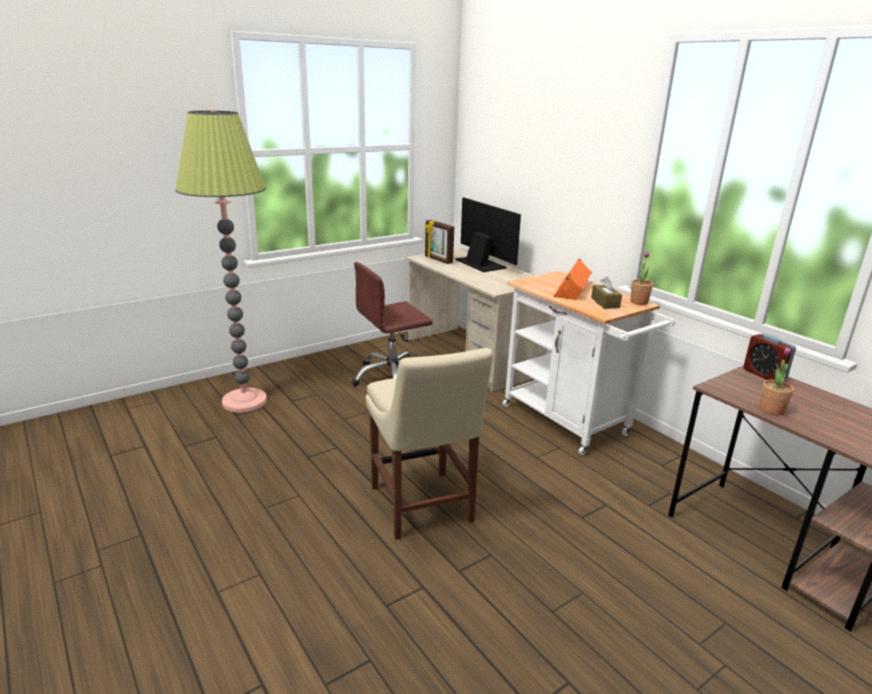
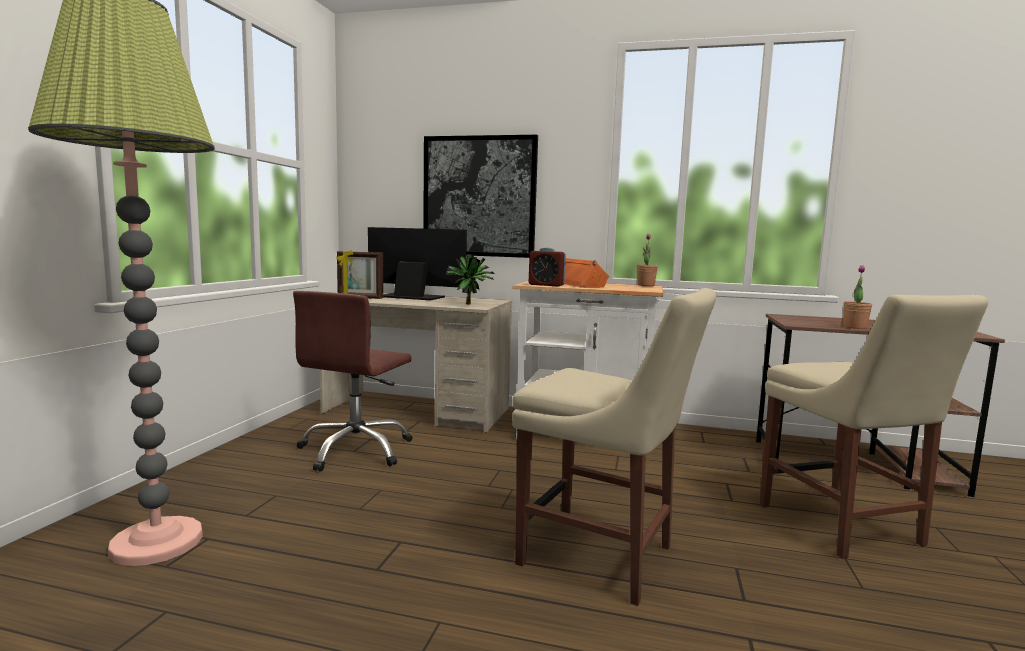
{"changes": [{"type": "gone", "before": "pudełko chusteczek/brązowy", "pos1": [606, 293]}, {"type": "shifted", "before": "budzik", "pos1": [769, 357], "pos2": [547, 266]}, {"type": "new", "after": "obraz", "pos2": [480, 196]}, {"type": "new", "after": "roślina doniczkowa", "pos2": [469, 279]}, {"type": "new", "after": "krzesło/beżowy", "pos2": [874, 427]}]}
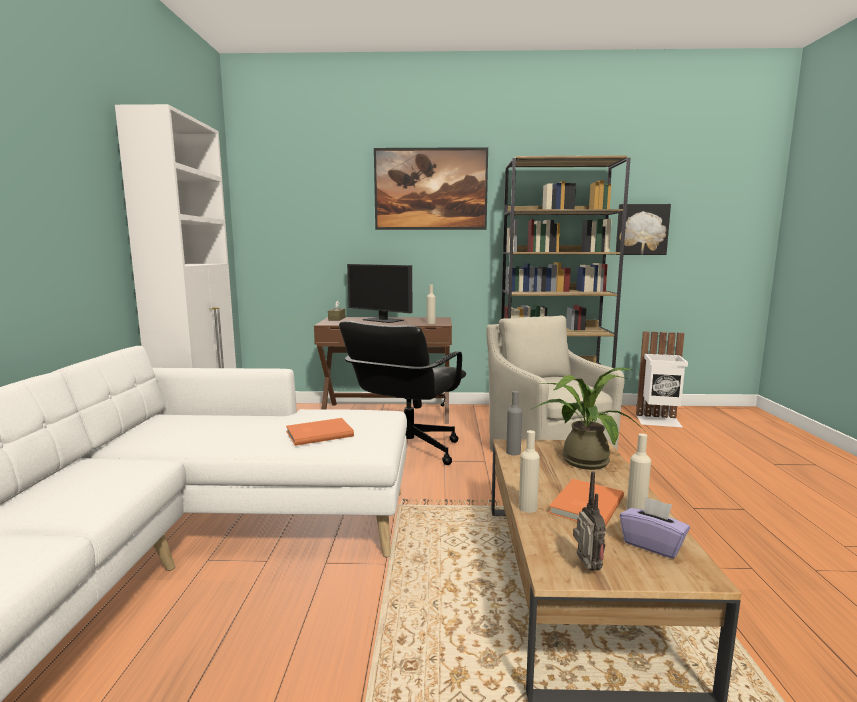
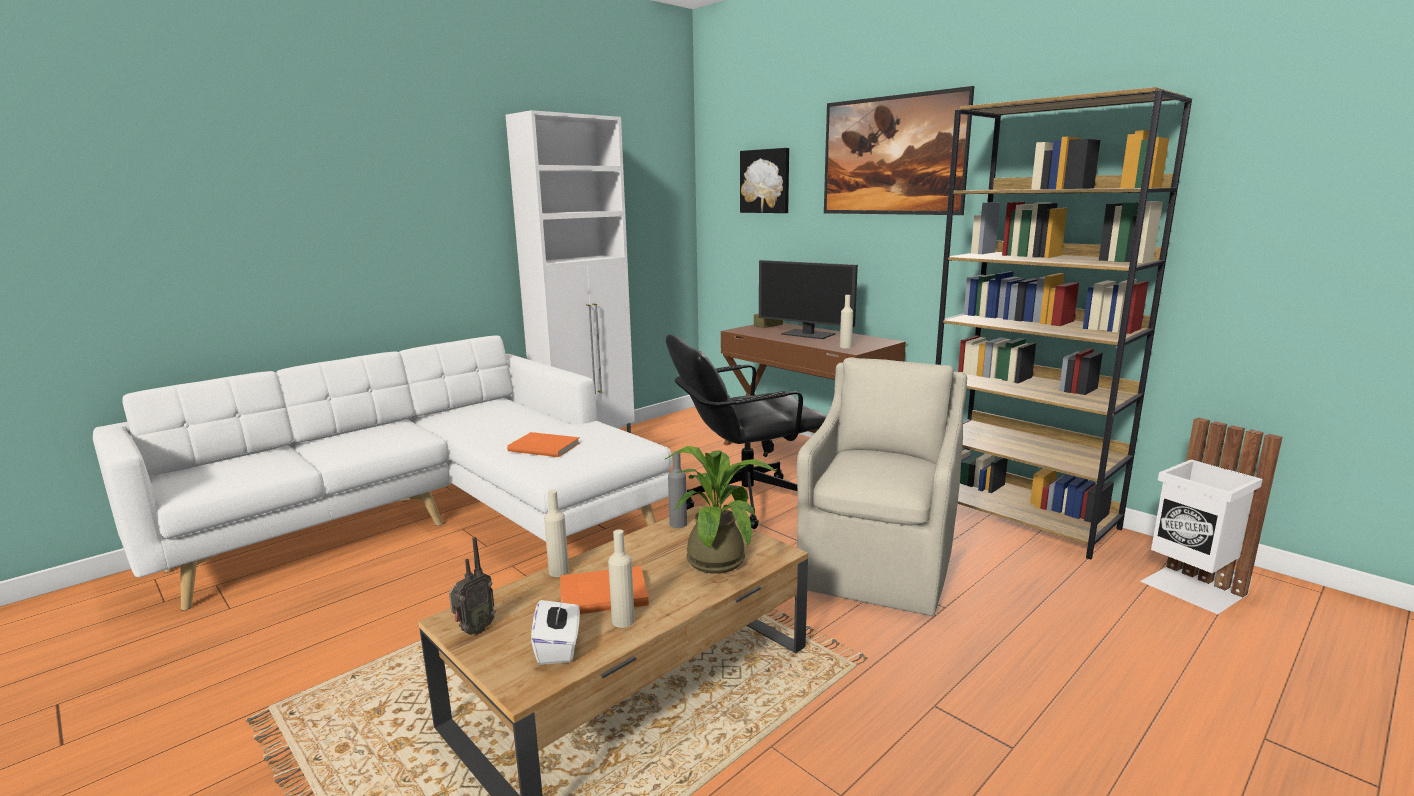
{"changes": [{"type": "rotated", "before": "monitor", "pos1": [380, 293], "pos2": [808, 299], "turn": -45}, {"type": "shifted", "before": "obraz", "pos1": [643, 229], "pos2": [764, 180]}, {"type": "repainted", "before": "pudełko chusteczek/fioletowy", "after": "pudełko chusteczek/biały", "pos1": [655, 528], "pos2": [555, 631]}]}
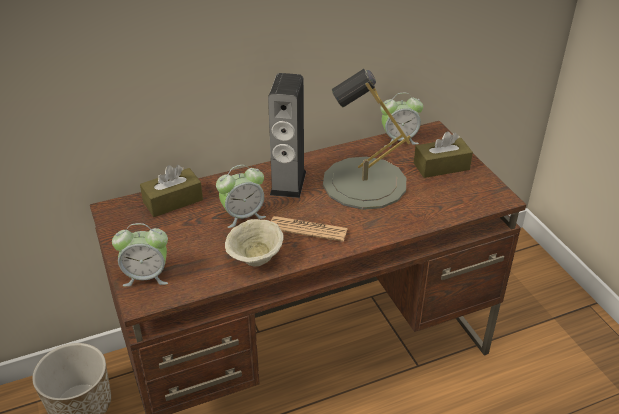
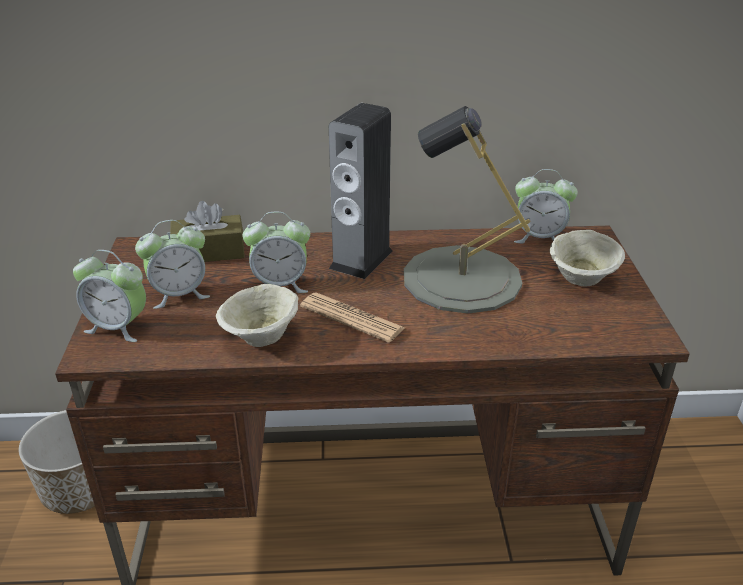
{"changes": [{"type": "swapped", "before": "pudełko chusteczek/brązowy", "after": "miska/beżowy", "pos1": [443, 154], "pos2": [587, 258]}, {"type": "new", "after": "budzik", "pos2": [172, 264]}]}
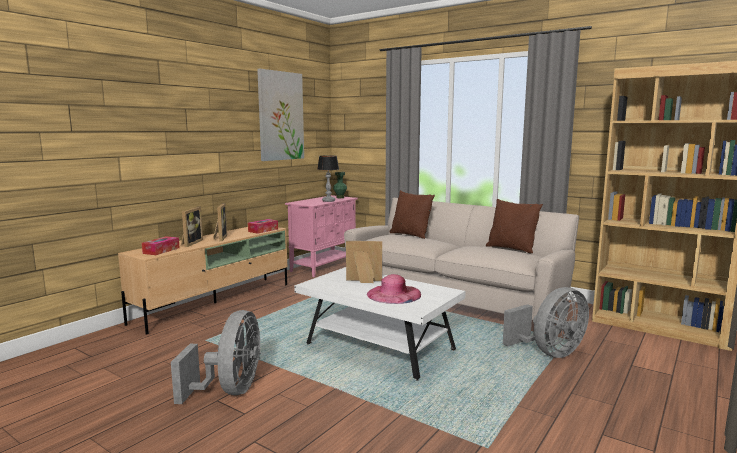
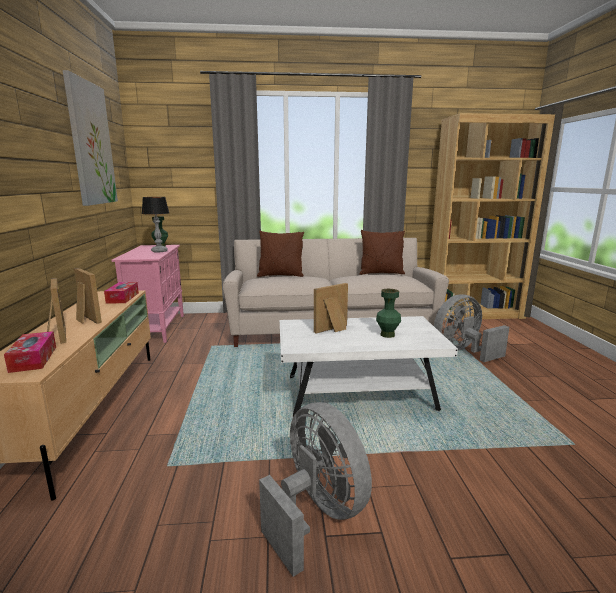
{"changes": [{"type": "swapped", "before": "kapelusz/różowy", "after": "wazon/zielony", "pos1": [394, 289], "pos2": [388, 313]}, {"type": "rotated", "before": "wentylator/szary", "pos1": [546, 322], "pos2": [471, 328], "turn": -135}]}
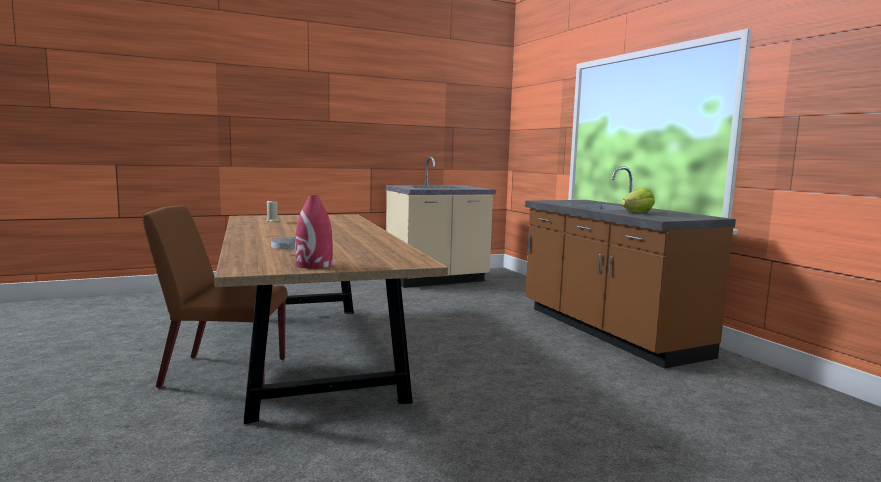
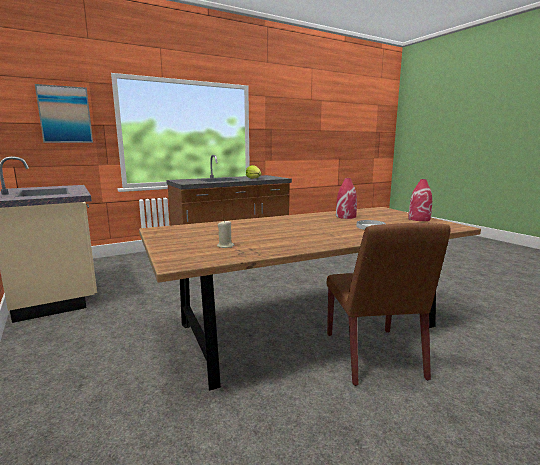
{"changes": [{"type": "new", "after": "obraz", "pos2": [64, 113]}, {"type": "new", "after": "wazon/czerwony", "pos2": [346, 198]}]}
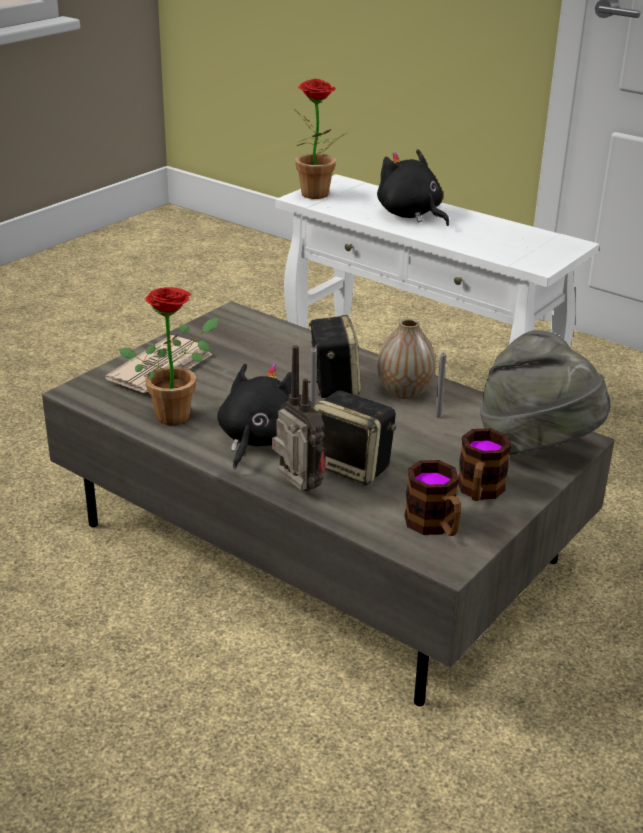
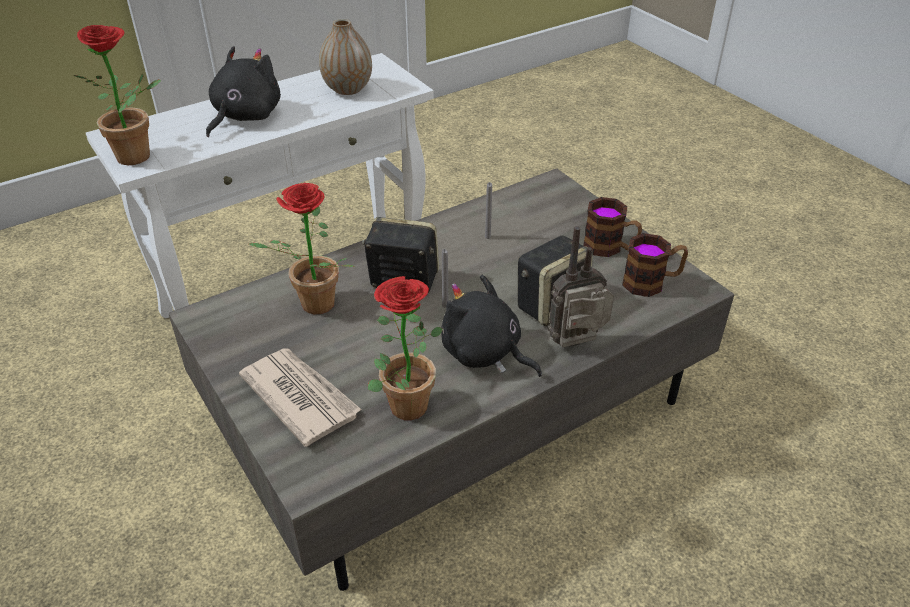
{"changes": [{"type": "rotated", "before": "pluszak/czarny", "pos1": [413, 187], "pos2": [243, 91], "turn": 135}, {"type": "shifted", "before": "wazon", "pos1": [406, 358], "pos2": [345, 57]}, {"type": "gone", "before": "kapelusz/szary", "pos1": [545, 392]}, {"type": "new", "after": "roślina doniczkowa", "pos2": [302, 248]}]}
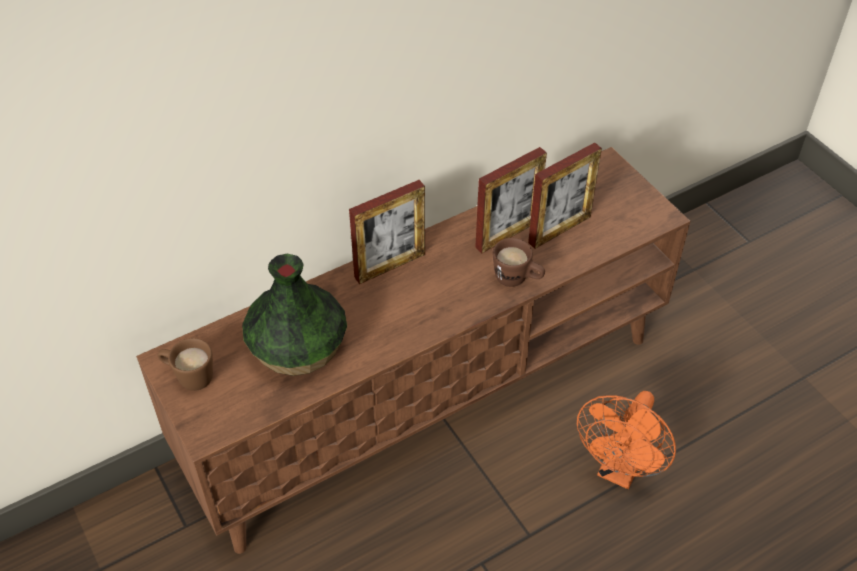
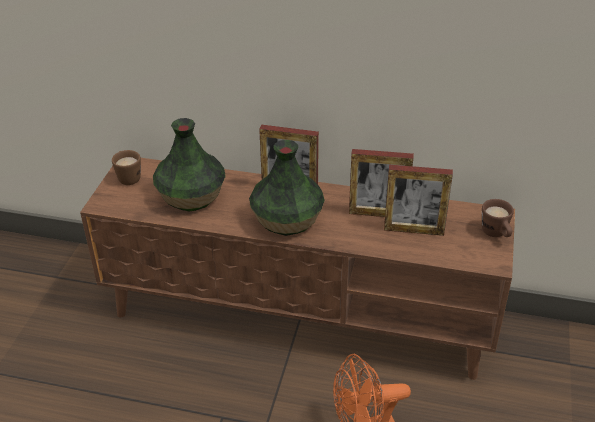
{"changes": [{"type": "shifted", "before": "kubek/brązowy", "pos1": [519, 262], "pos2": [498, 218]}, {"type": "new", "after": "wazon", "pos2": [287, 188]}]}
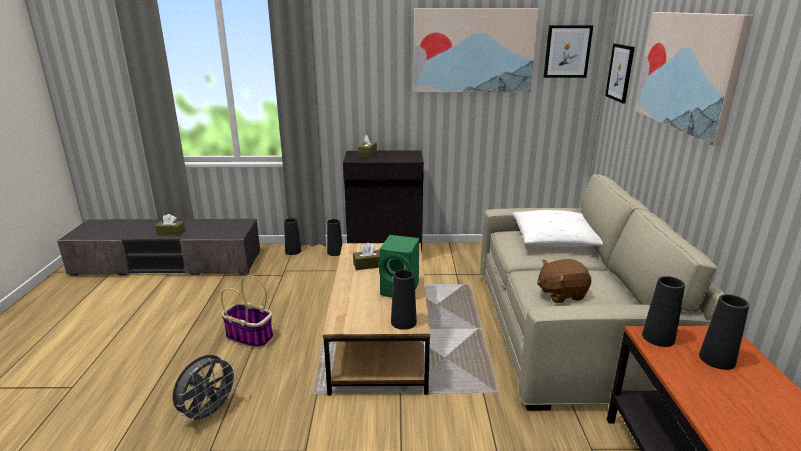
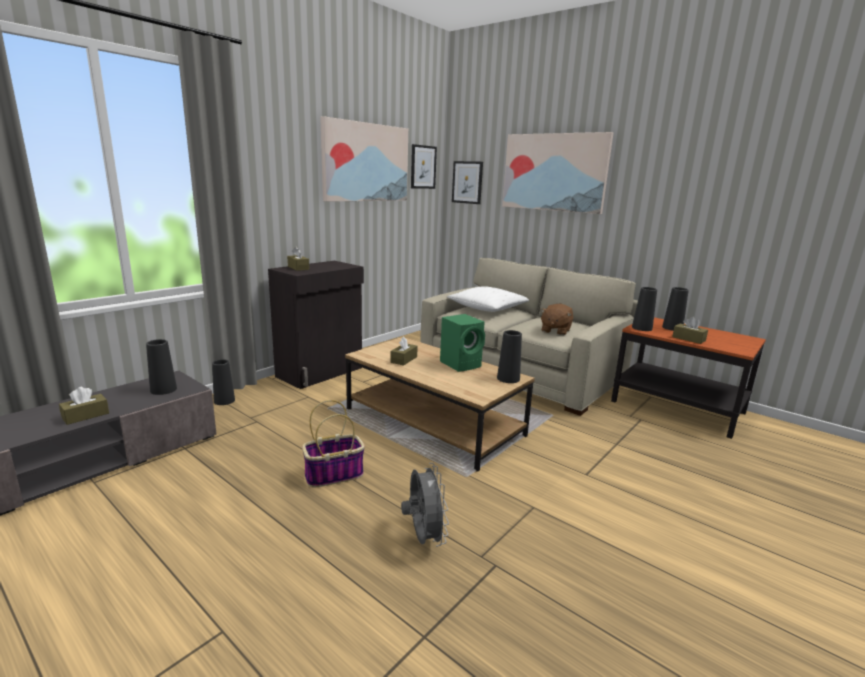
{"changes": [{"type": "shifted", "before": "wazon/czarny", "pos1": [334, 237], "pos2": [161, 367]}, {"type": "new", "after": "pudełko chusteczek/brązowy", "pos2": [690, 330]}]}
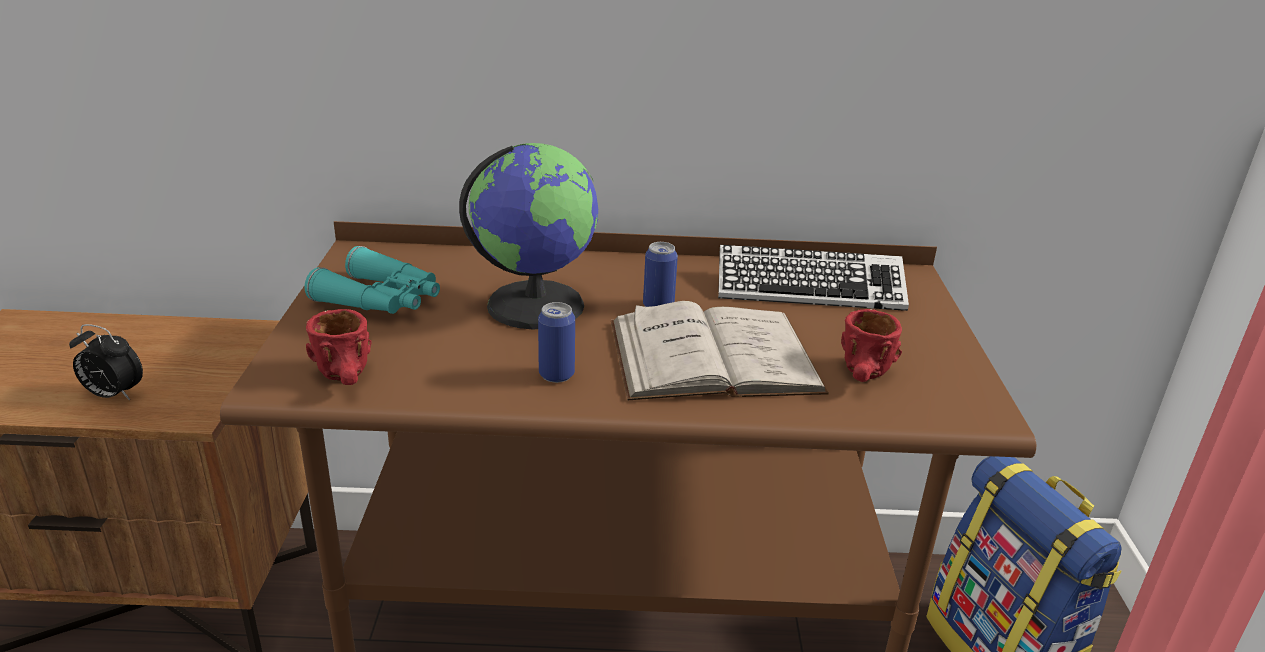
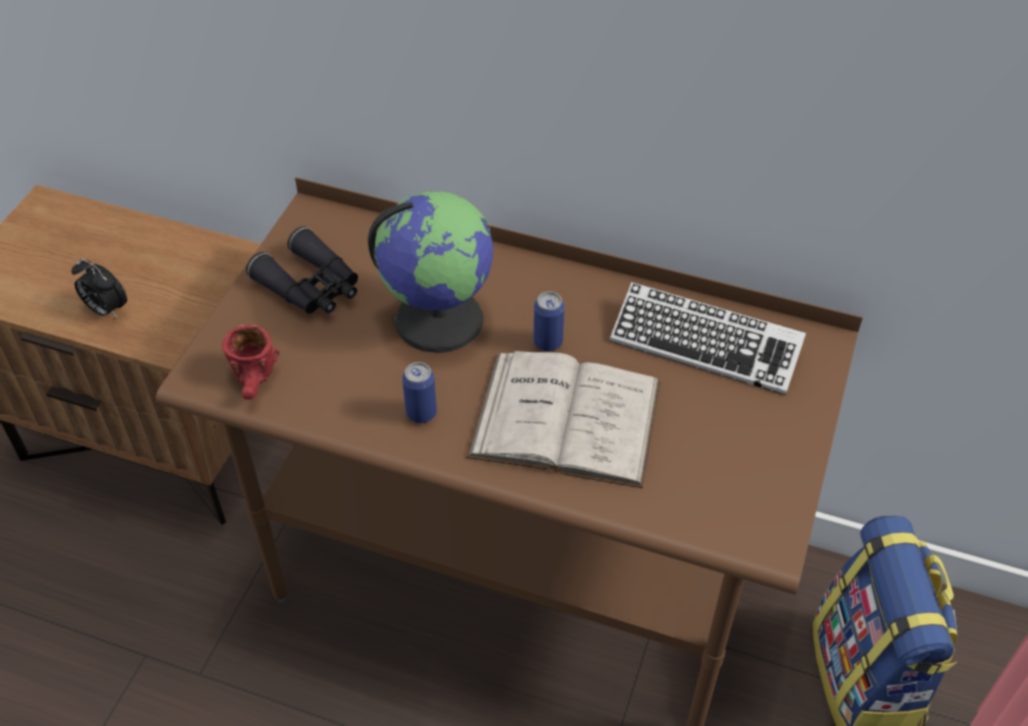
{"changes": [{"type": "repainted", "before": "lornetka/turkusowy", "after": "lornetka/czarny", "pos1": [372, 280], "pos2": [302, 270]}, {"type": "gone", "before": "kubek/czerwony", "pos1": [871, 345]}]}
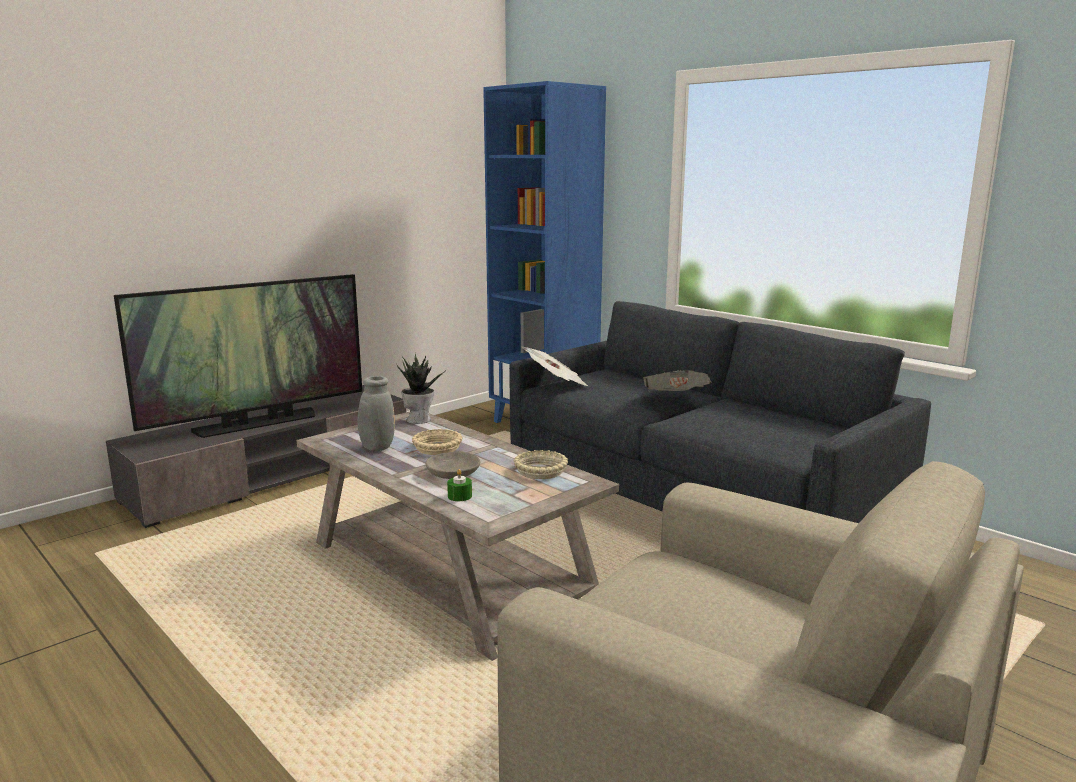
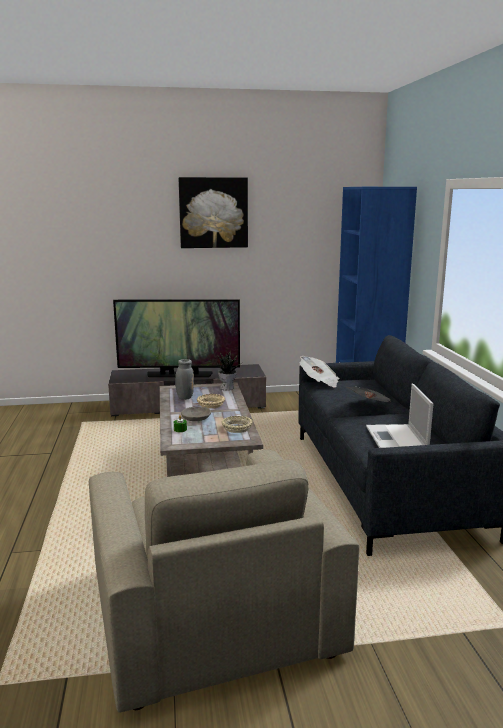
{"changes": [{"type": "new", "after": "obraz", "pos2": [213, 212]}, {"type": "new", "after": "laptop", "pos2": [399, 416]}]}
